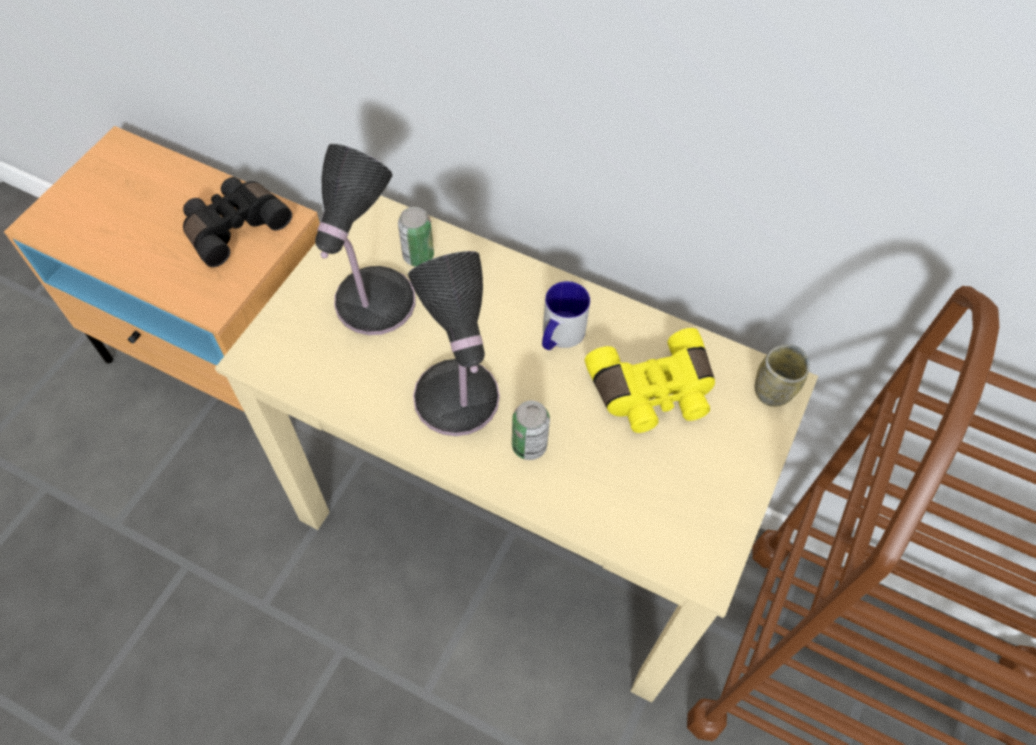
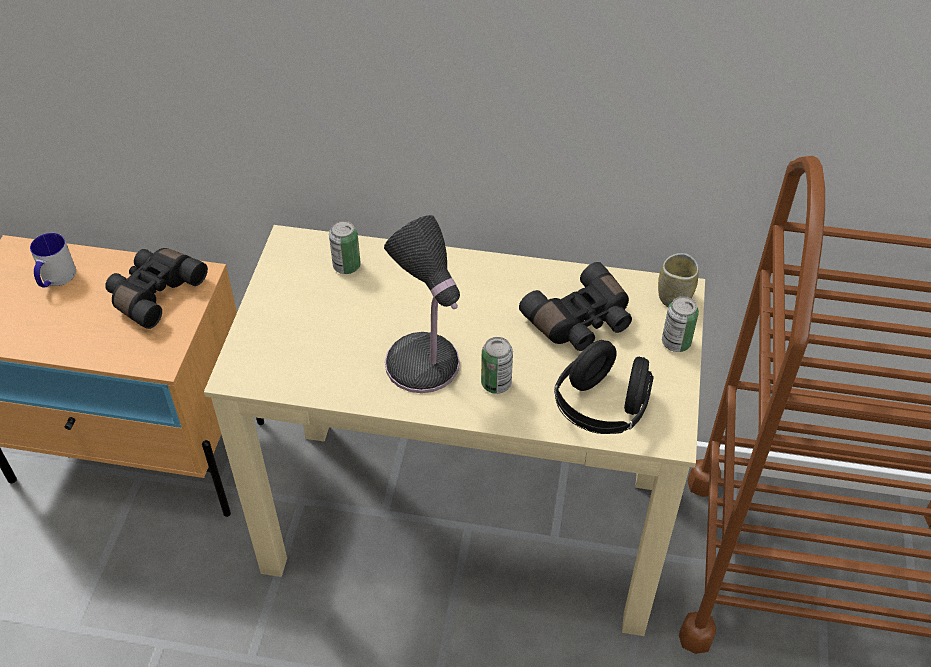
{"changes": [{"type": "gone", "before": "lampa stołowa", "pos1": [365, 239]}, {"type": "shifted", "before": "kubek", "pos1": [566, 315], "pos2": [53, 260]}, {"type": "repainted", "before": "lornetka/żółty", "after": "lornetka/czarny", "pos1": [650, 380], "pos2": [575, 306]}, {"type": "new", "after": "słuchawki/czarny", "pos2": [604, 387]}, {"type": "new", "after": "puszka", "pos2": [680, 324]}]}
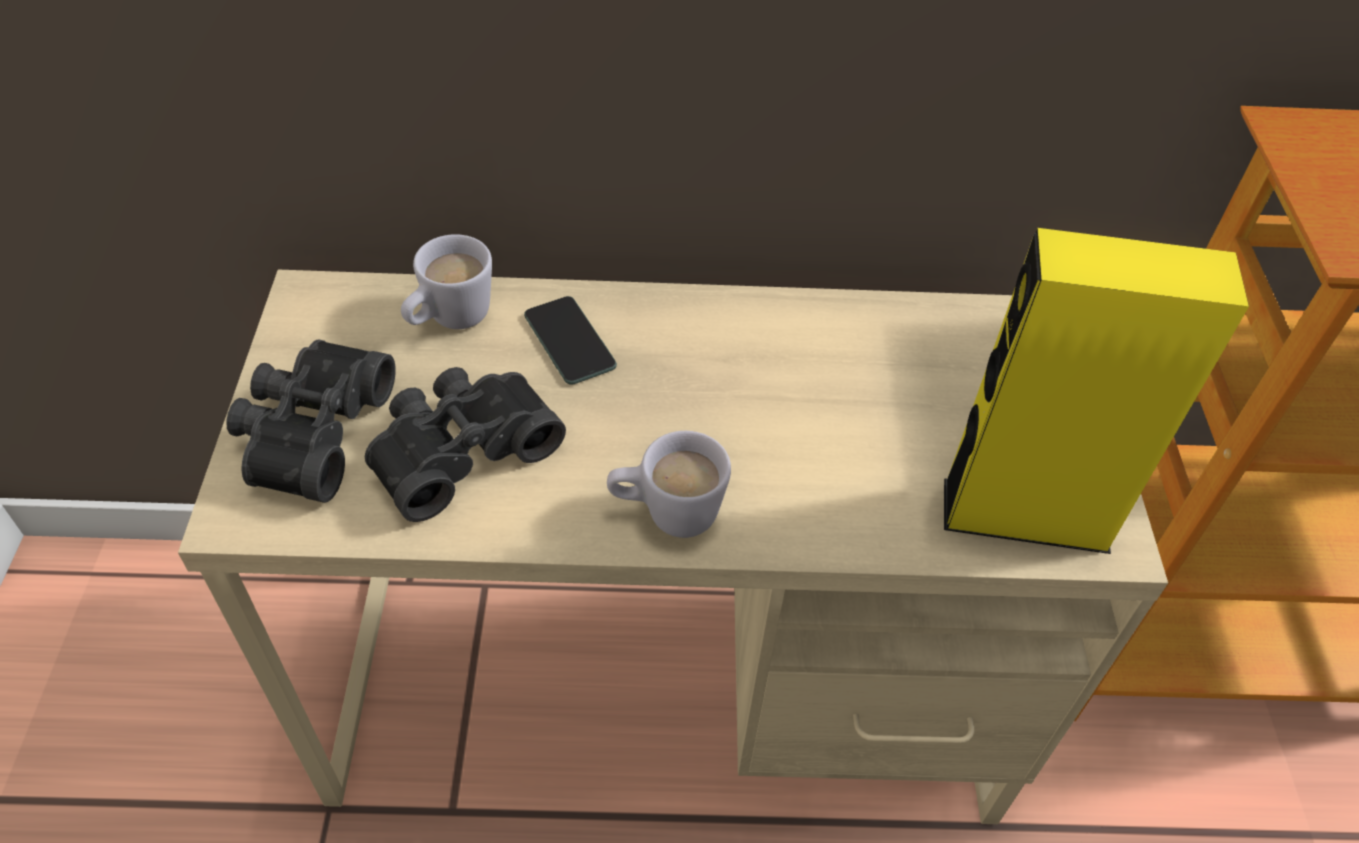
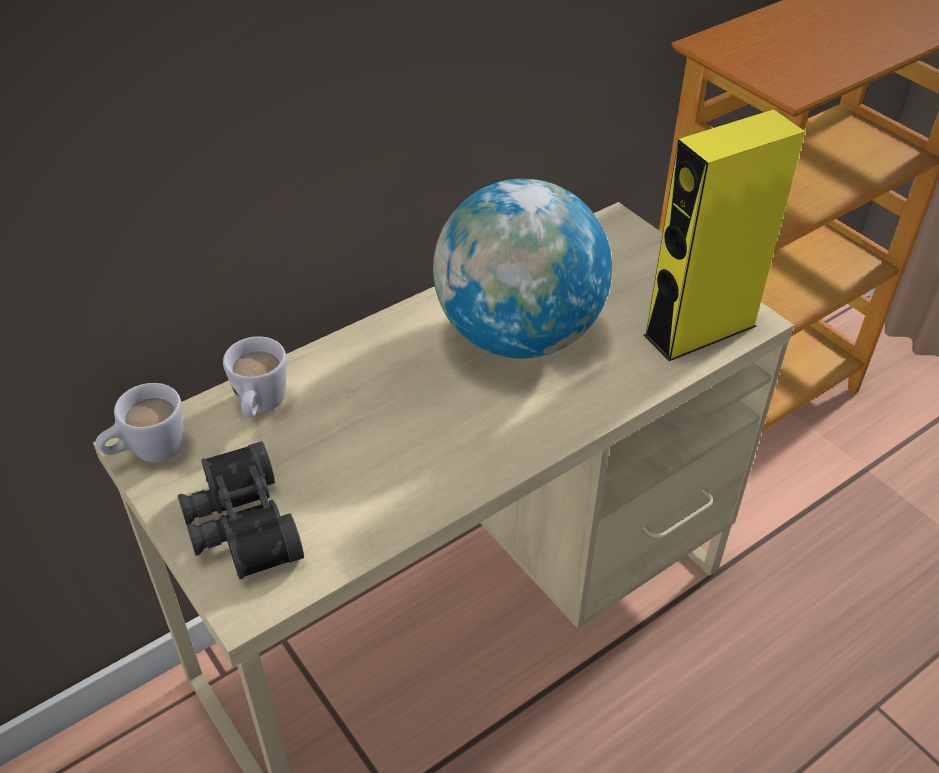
{"changes": [{"type": "gone", "before": "lornetka/czarny", "pos1": [465, 444]}, {"type": "gone", "before": "telefon", "pos1": [570, 340]}, {"type": "shifted", "before": "kubek/biały", "pos1": [669, 484], "pos2": [140, 423]}, {"type": "new", "after": "globus", "pos2": [522, 268]}]}
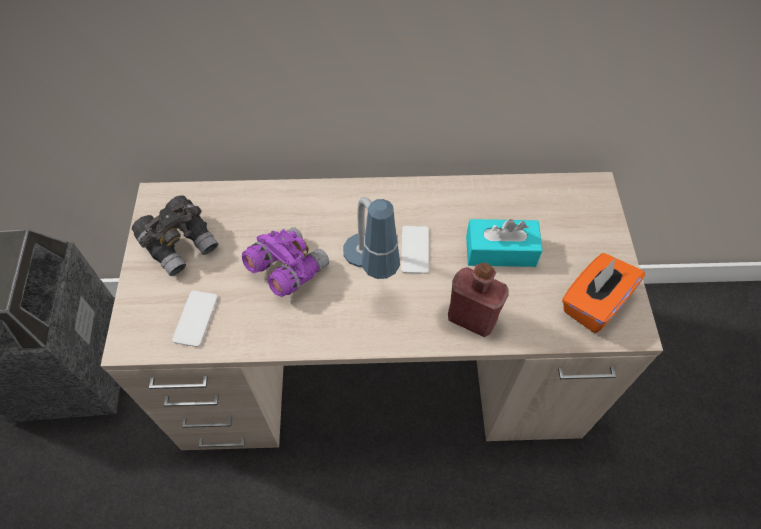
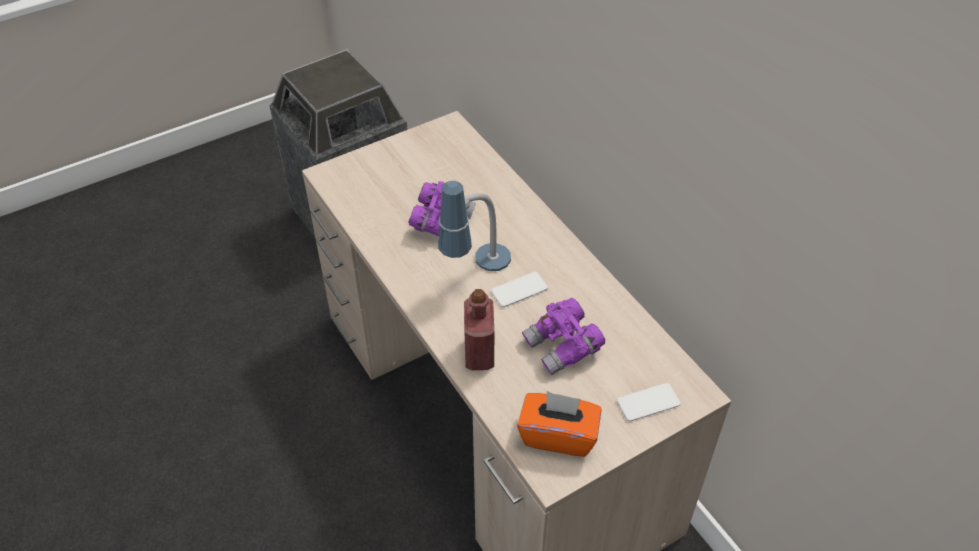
{"changes": [{"type": "gone", "before": "lornetka/szary", "pos1": [175, 235]}, {"type": "shifted", "before": "telefon", "pos1": [195, 319], "pos2": [649, 402]}, {"type": "swapped", "before": "pudełko chusteczek/turkusowy", "after": "lornetka/fioletowy", "pos1": [504, 243], "pos2": [564, 336]}]}
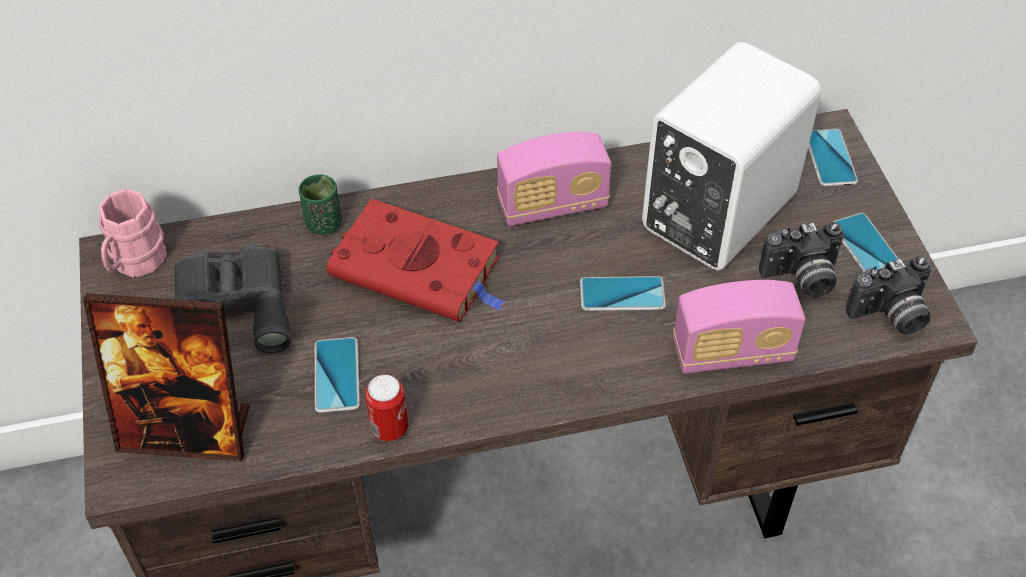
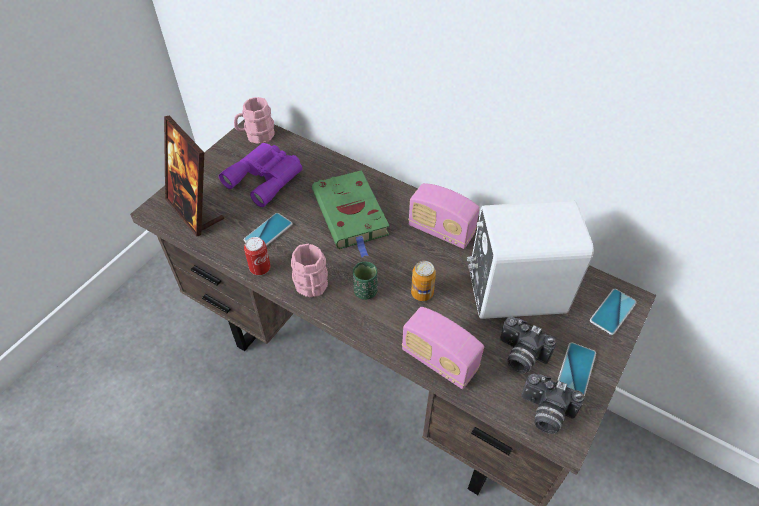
{"changes": [{"type": "repainted", "before": "lornetka/szary", "after": "lornetka/fioletowy", "pos1": [232, 298], "pos2": [260, 175]}, {"type": "shifted", "before": "filiżanka/zielony", "pos1": [320, 204], "pos2": [365, 280]}, {"type": "repainted", "before": "książka/czerwony", "after": "książka/zielony", "pos1": [416, 260], "pos2": [351, 213]}, {"type": "swapped", "before": "telefon", "after": "puszka", "pos1": [623, 293], "pos2": [423, 281]}, {"type": "new", "after": "kubek/różowy", "pos2": [309, 270]}]}
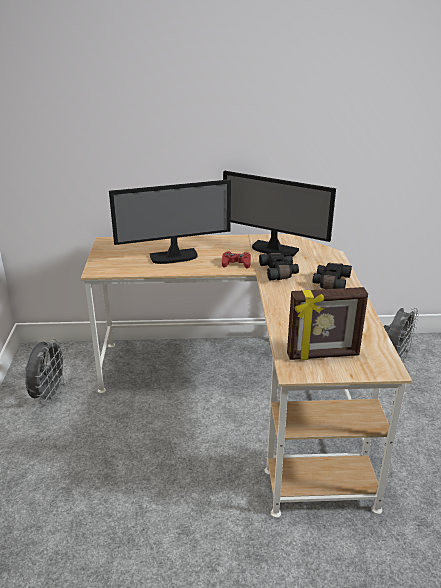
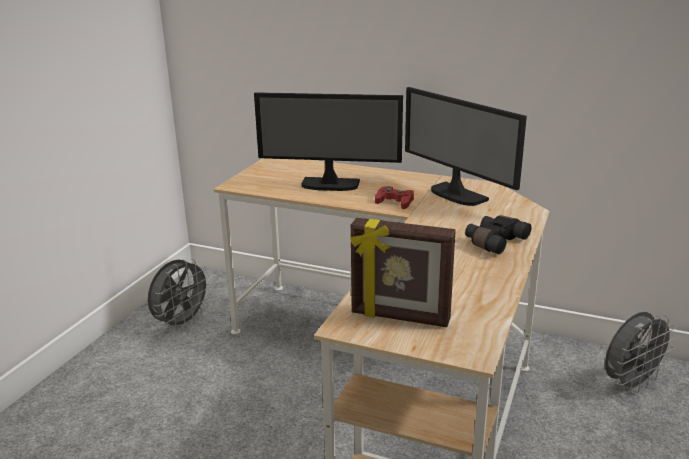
{"changes": [{"type": "gone", "before": "lornetka/czarny", "pos1": [279, 266]}]}
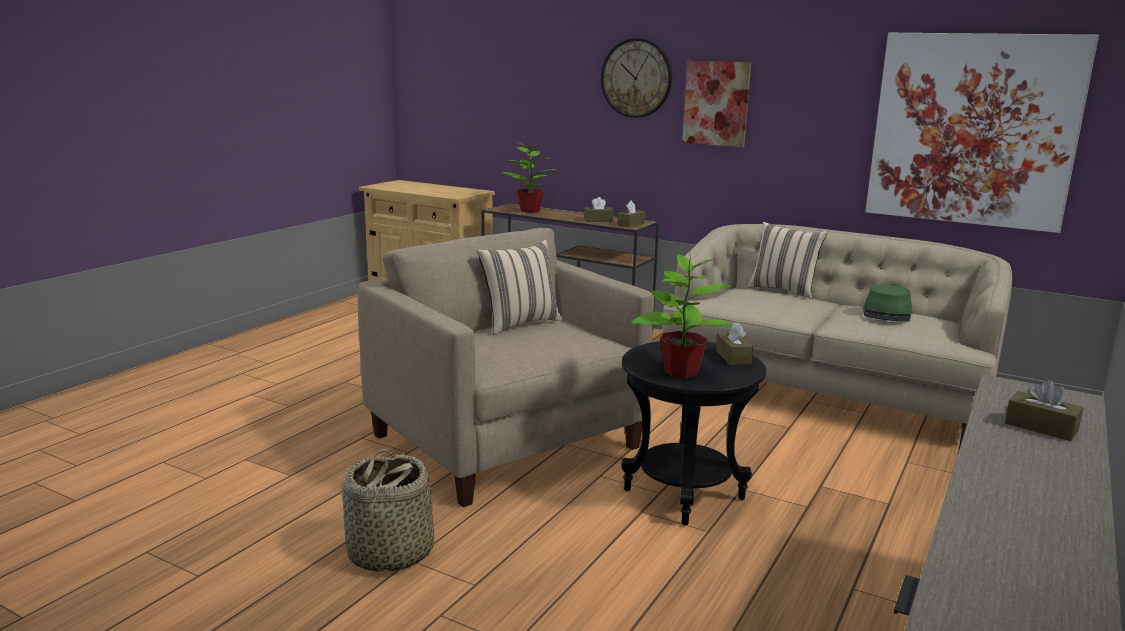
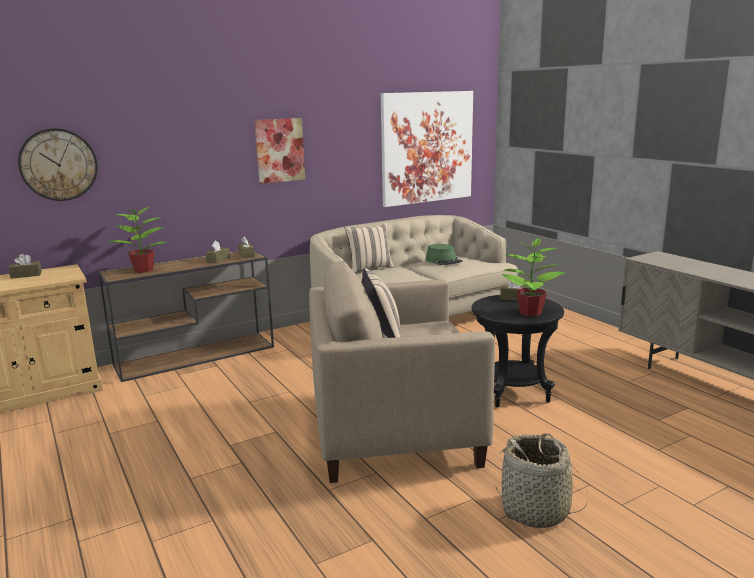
{"changes": [{"type": "shifted", "before": "zegar ścienny", "pos1": [636, 78], "pos2": [58, 164]}, {"type": "shifted", "before": "pudełko chusteczek/brązowy", "pos1": [1044, 410], "pos2": [25, 266]}]}
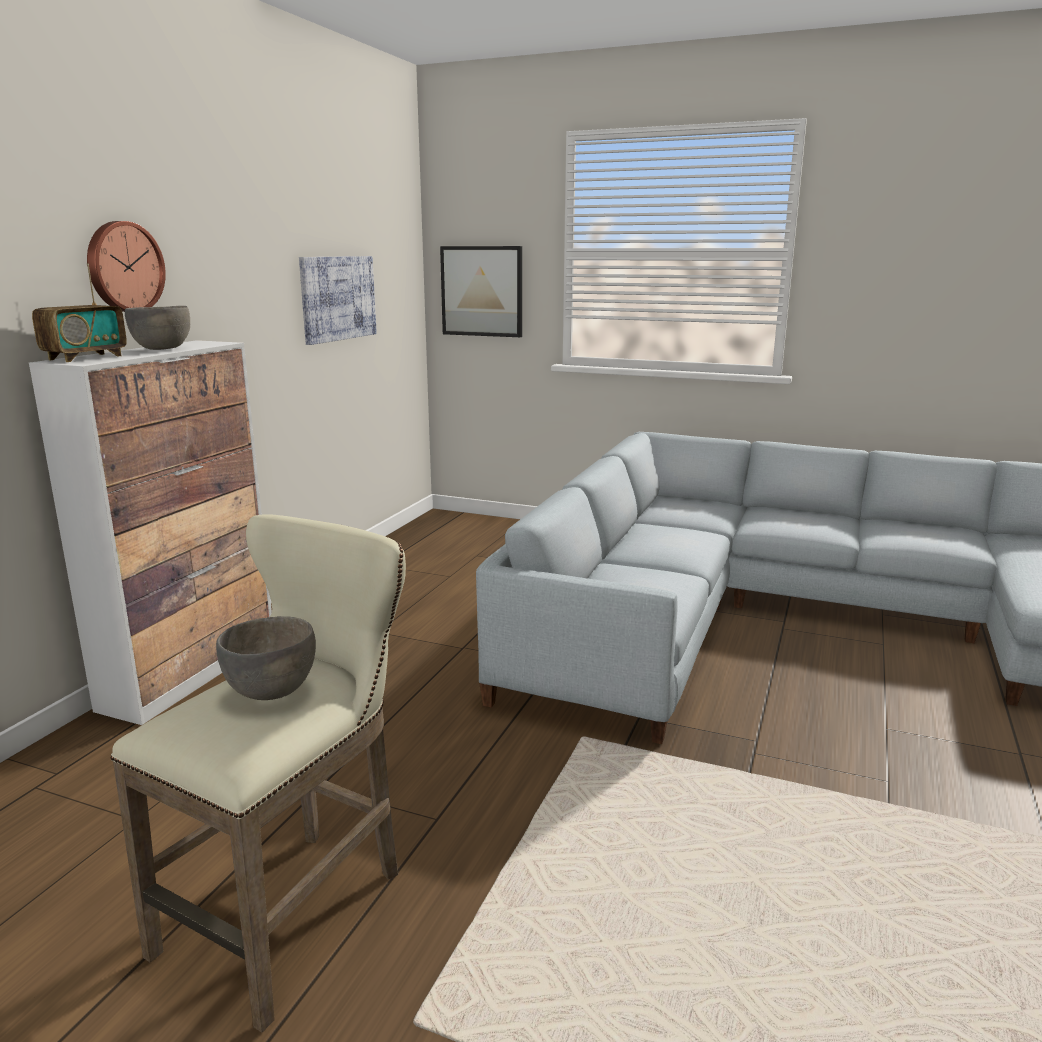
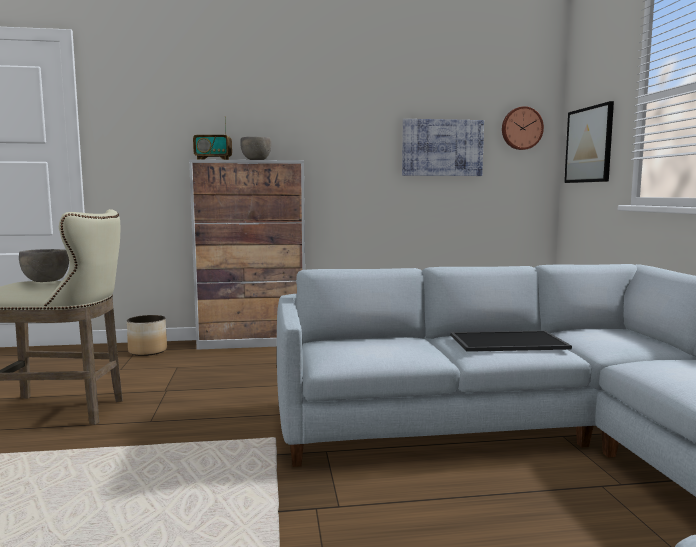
{"changes": [{"type": "shifted", "before": "zegar ścienny", "pos1": [126, 266], "pos2": [523, 128]}, {"type": "new", "after": "donica", "pos2": [147, 335]}, {"type": "new", "after": "taca", "pos2": [511, 341]}]}
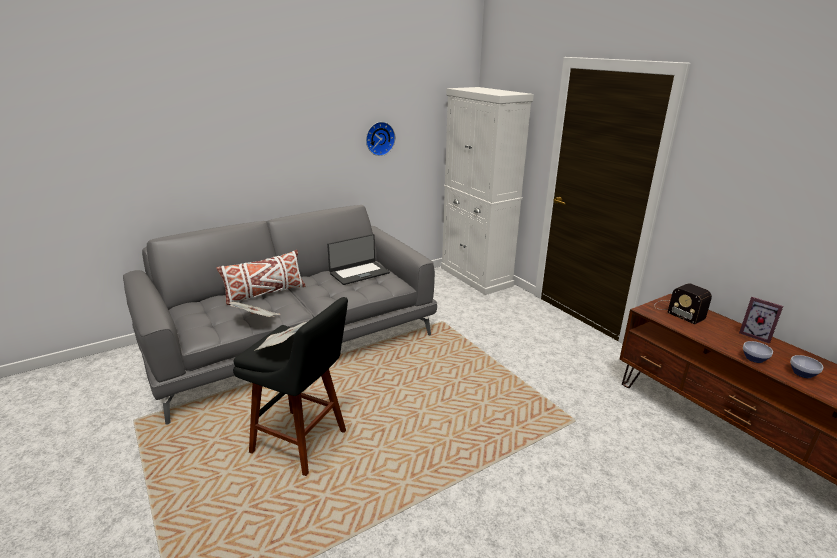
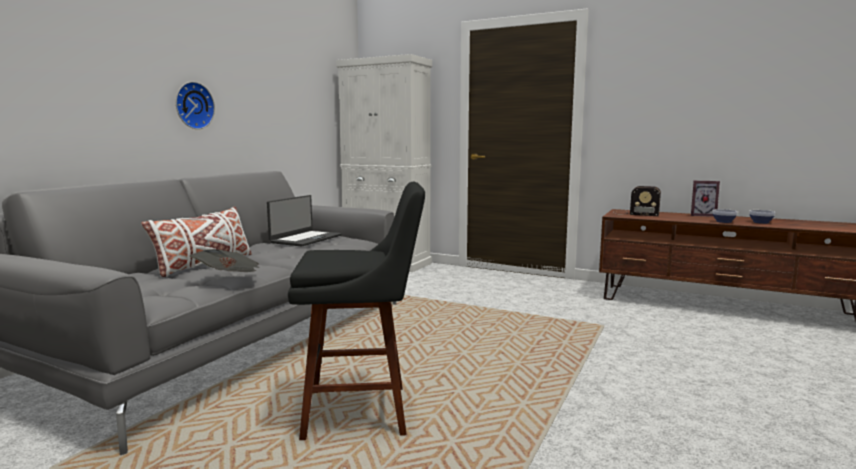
{"changes": [{"type": "gone", "before": "gazeta", "pos1": [281, 336]}, {"type": "shifted", "before": "zegar ścienny", "pos1": [380, 139], "pos2": [195, 105]}]}
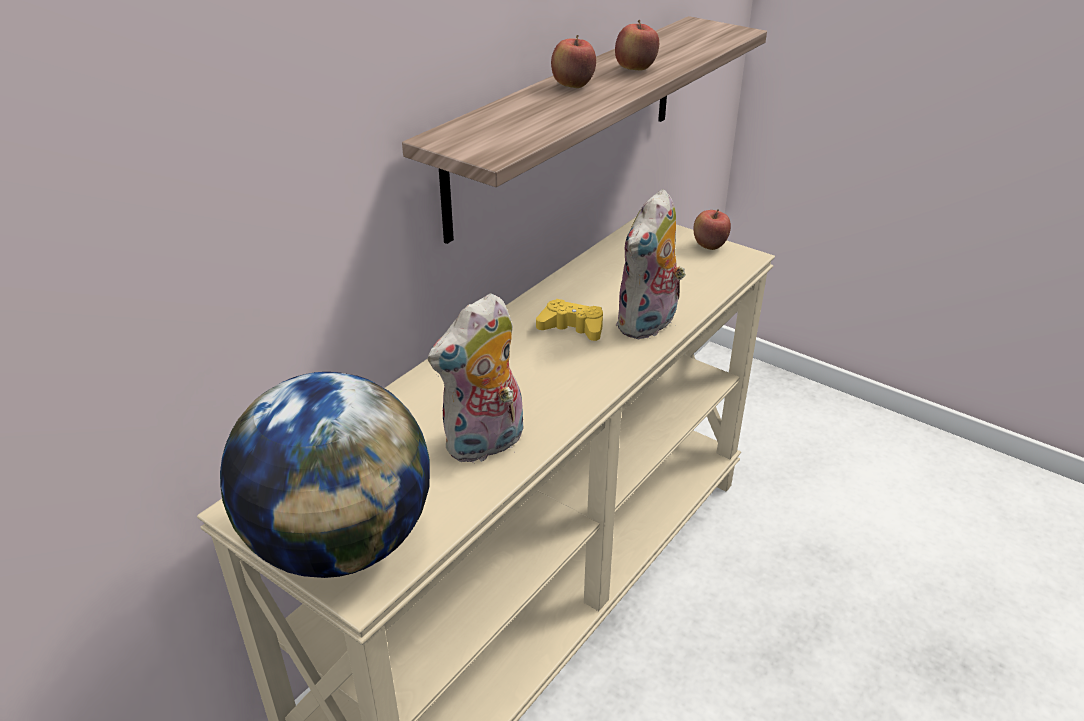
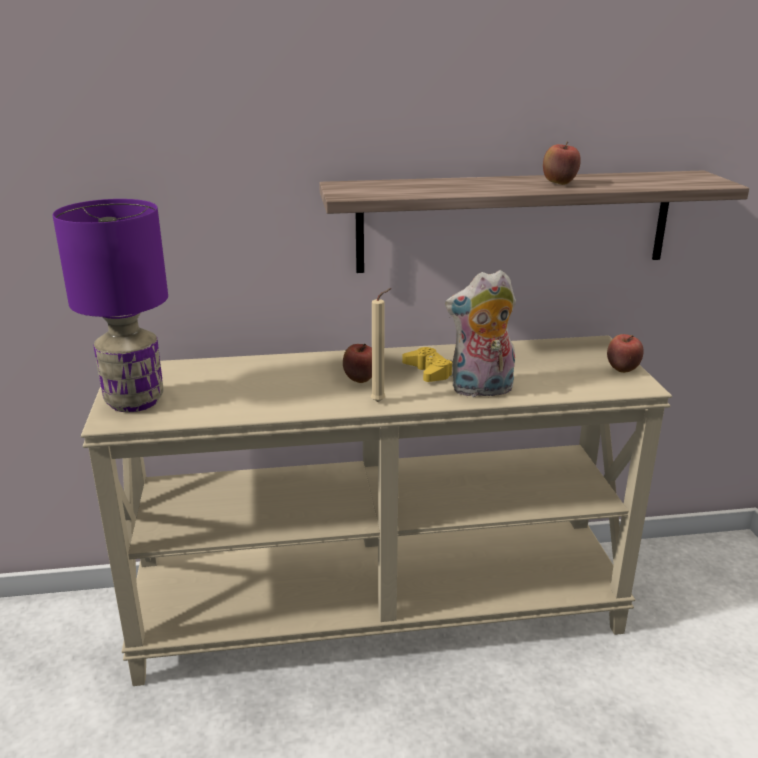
{"changes": [{"type": "swapped", "before": "globus", "after": "lampa stołowa/fioletowy", "pos1": [325, 475], "pos2": [110, 305]}, {"type": "gone", "before": "pluszak", "pos1": [476, 378]}, {"type": "shifted", "before": "jabłko", "pos1": [573, 61], "pos2": [357, 363]}, {"type": "new", "after": "świeca/beżowy", "pos2": [381, 345]}]}
